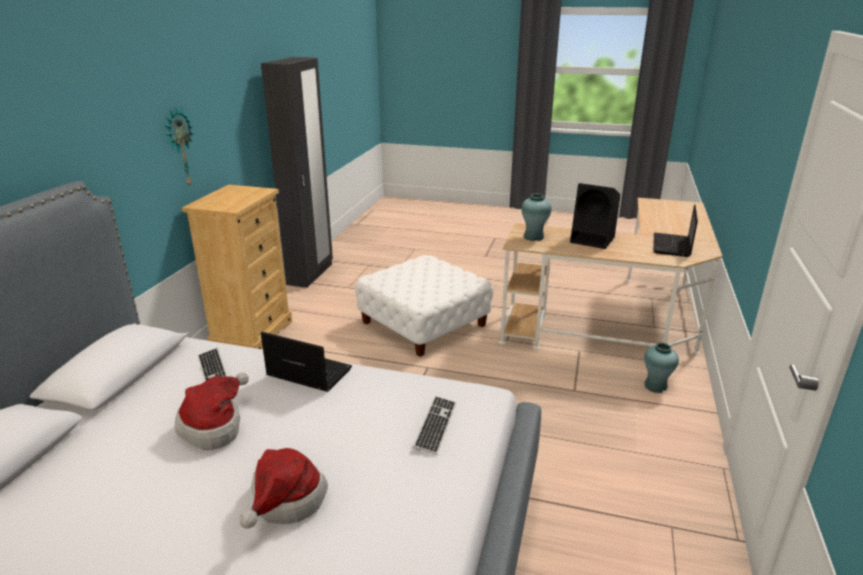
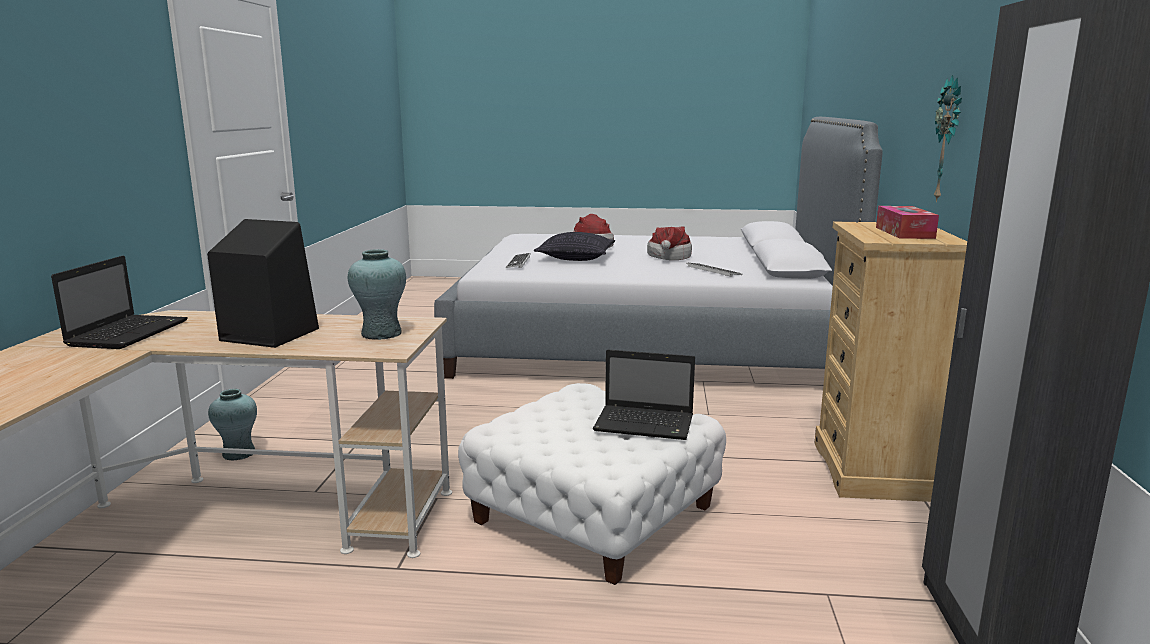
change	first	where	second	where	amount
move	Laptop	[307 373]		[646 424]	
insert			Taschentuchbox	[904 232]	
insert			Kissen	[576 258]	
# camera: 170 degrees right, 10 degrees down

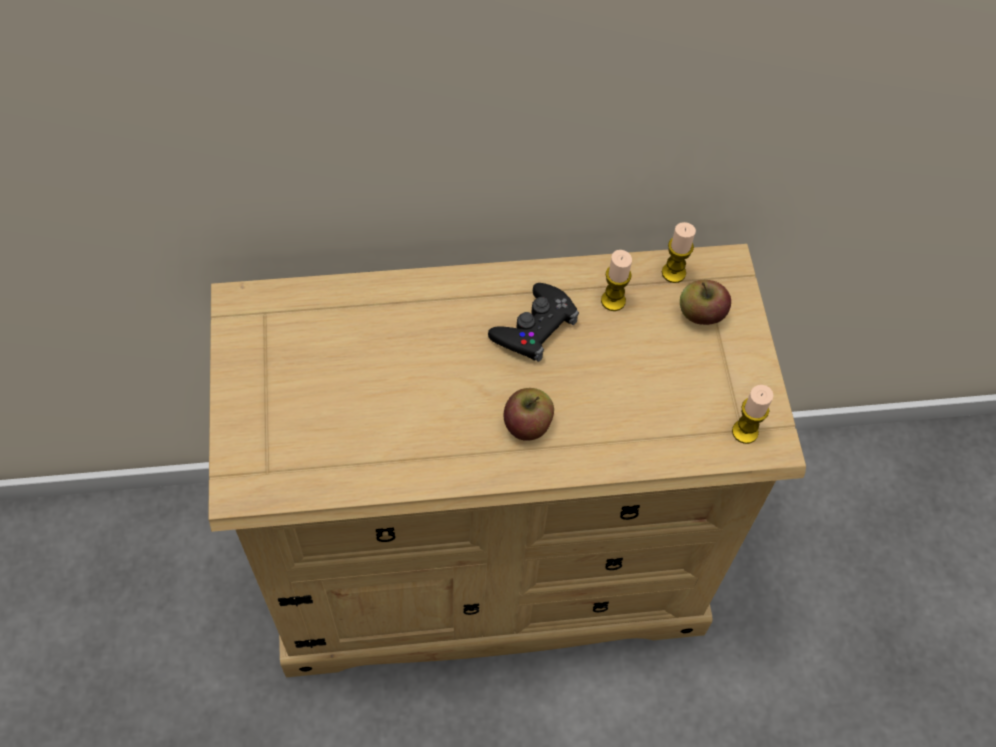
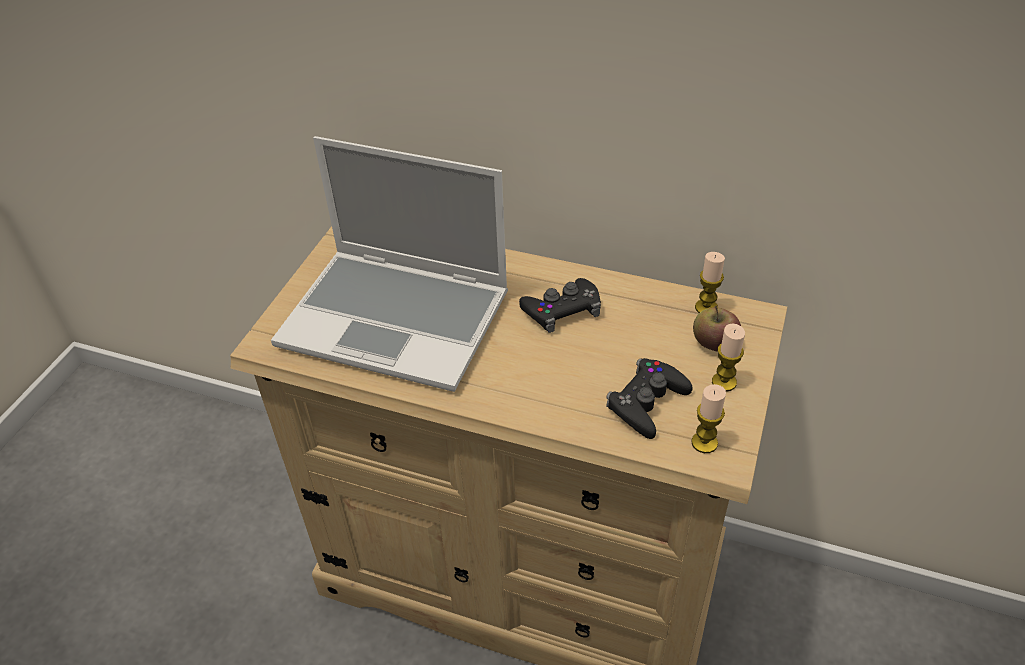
change	first	where	second	where	amount
move	Kerze	[613 301]		[724 382]	
delete	Apfel	[527 424]			
insert			Laptop	[398 319]	
insert			Gamepad/schwarz	[647 403]	
# camera: 30 degrees right, 15 degrees down

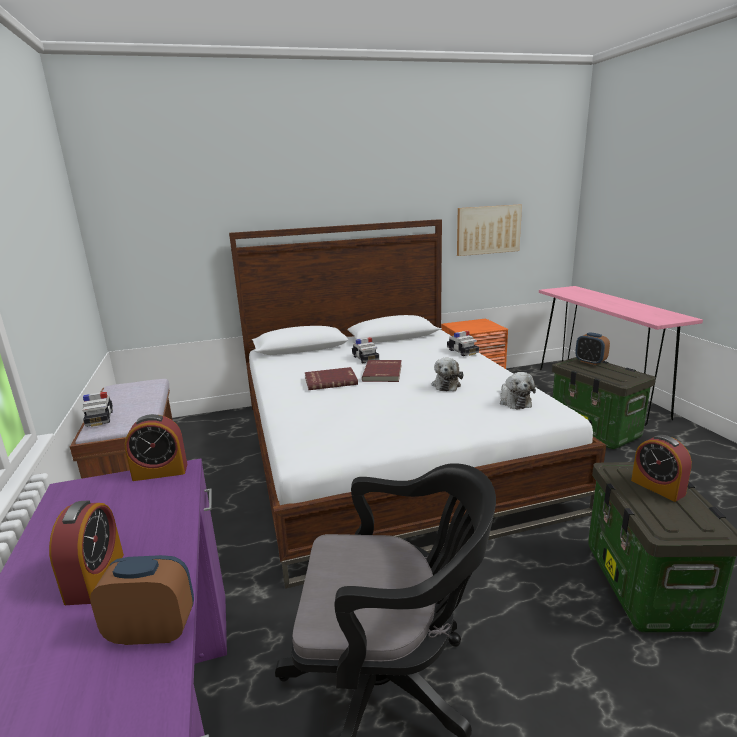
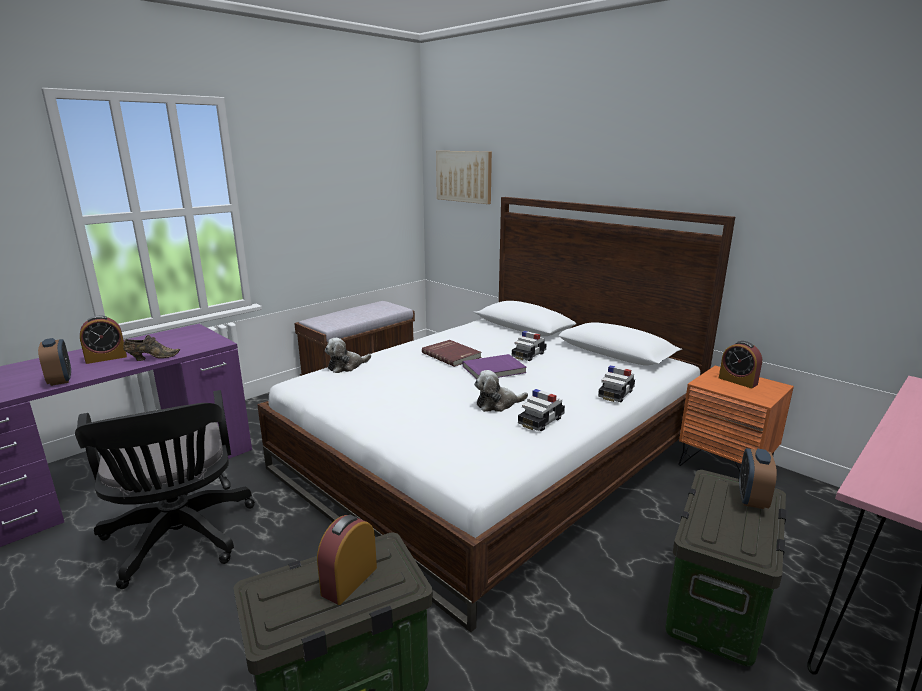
change	first	where	second	where	amount
move	Bild	[488 230]		[464 176]	
recolor	Buch/rot	[383 373]	Buch/lila	[494 370]	
move	Plüschtier	[514 401]		[346 366]	
move	Spielzeugauto	[100 418]		[541 421]	
move	Wecker	[160 472]		[737 381]	
insert			Schuh/braun	[151 358]	
# camera: 60 degrees right, 0 degrees up

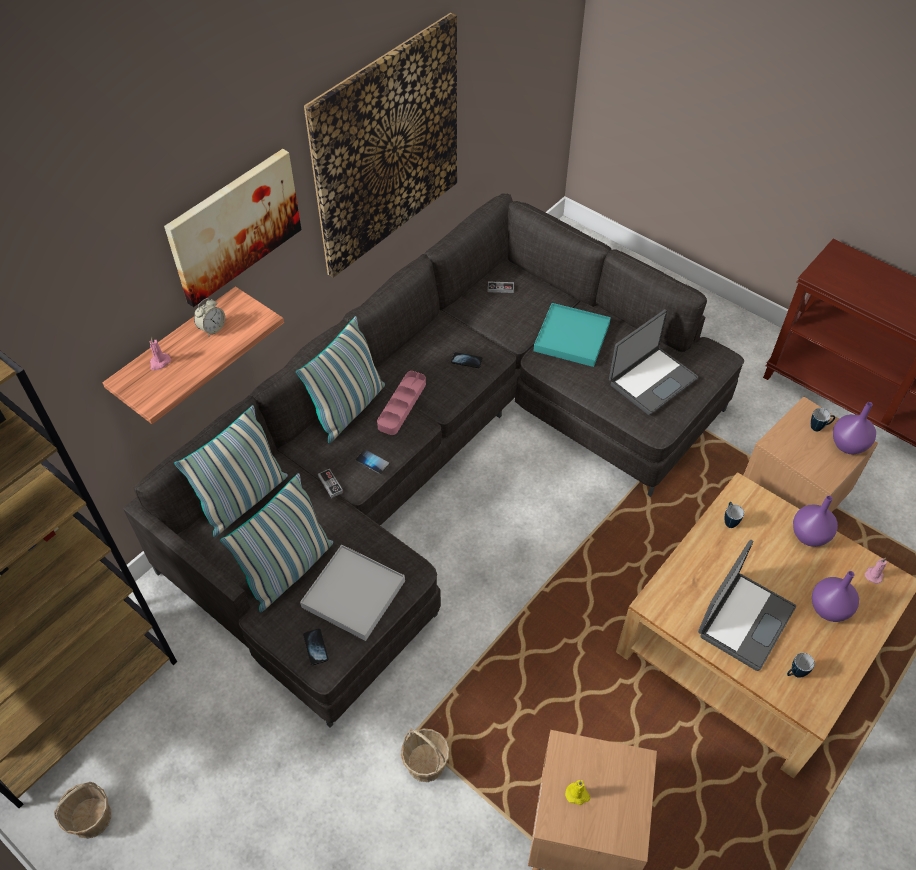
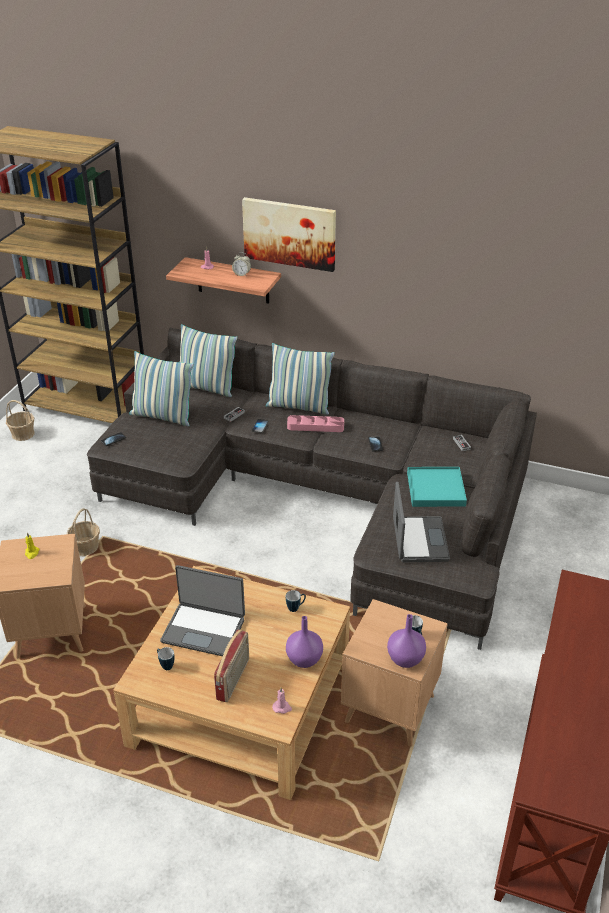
change	first	where	second	where	amount
delete	Bild	[387 147]			
rotate	Laptop	[651 380]		[418 540]	120 degrees counterclockwise
delete	Tablett/weiß	[353 594]			
replace	Vase/lila	[827 609]	Radio	[234 679]	
# camera: 70 degrees right, 15 degrees down

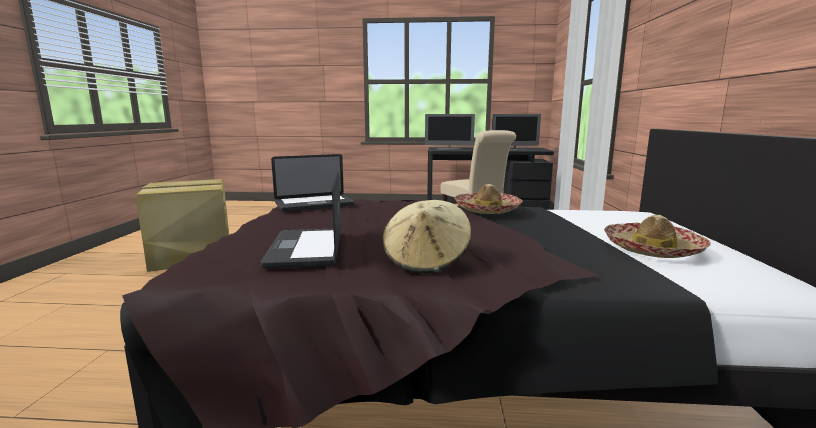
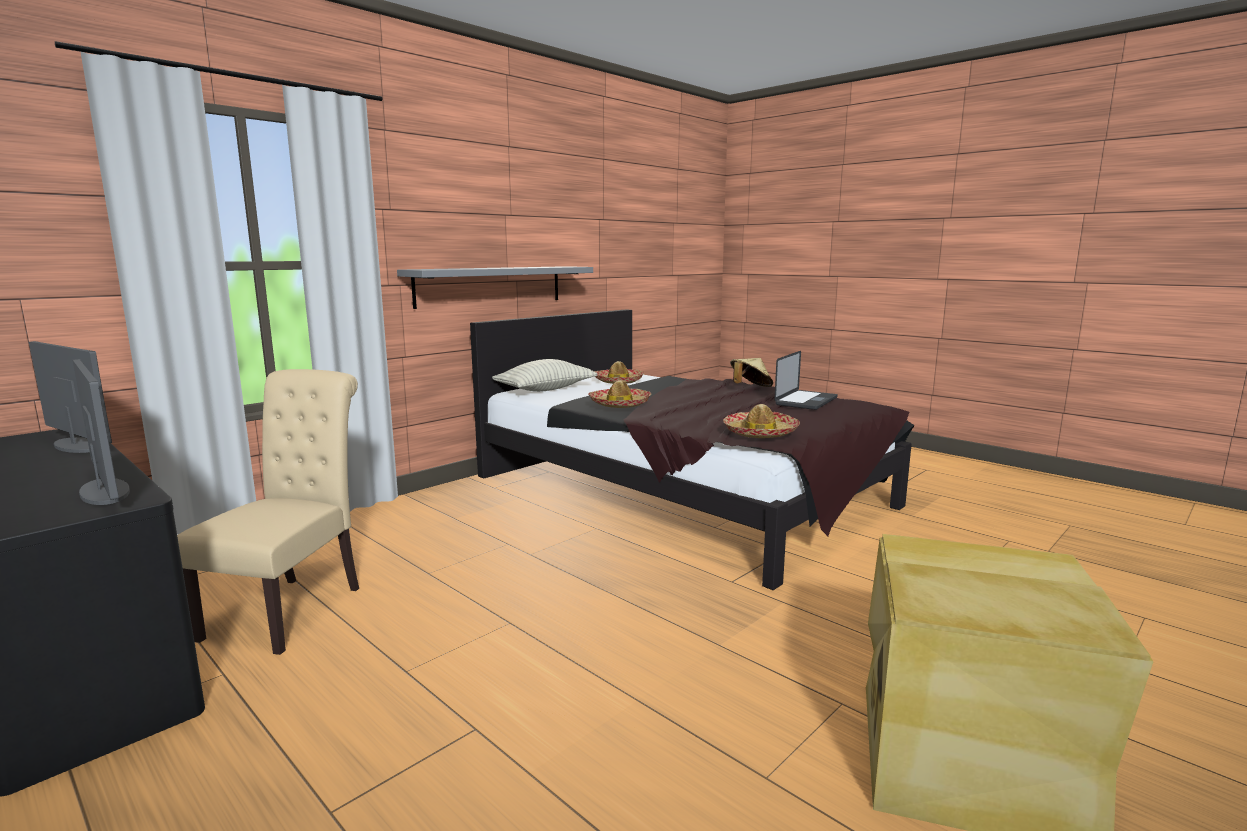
change	first	where	second	where	amount
replace	Laptop	[314 204]	Hut	[760 433]	
insert			Wandregal/grau	[490 286]	
insert			Kissen	[545 390]	
# camera: 140 degrees left, 0 degrees up

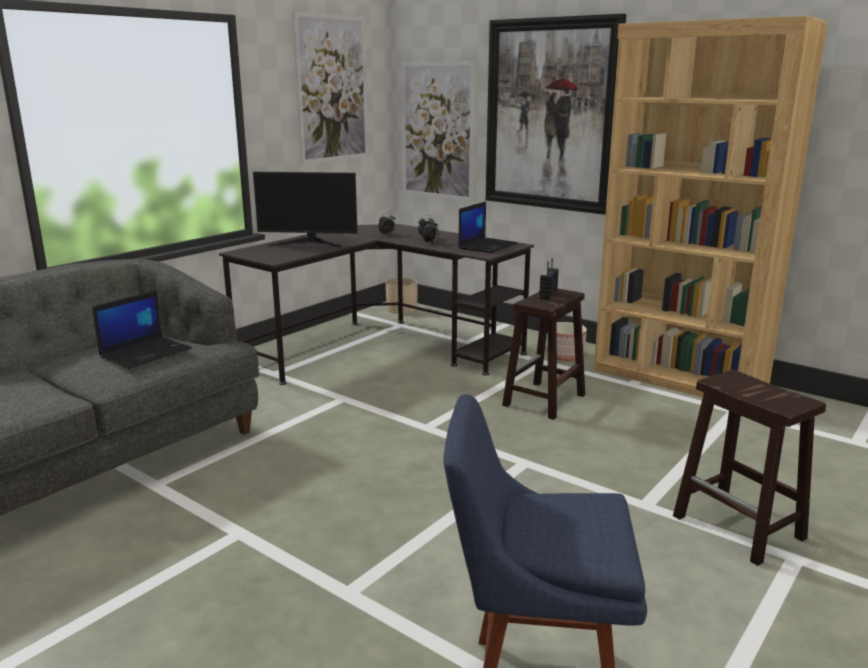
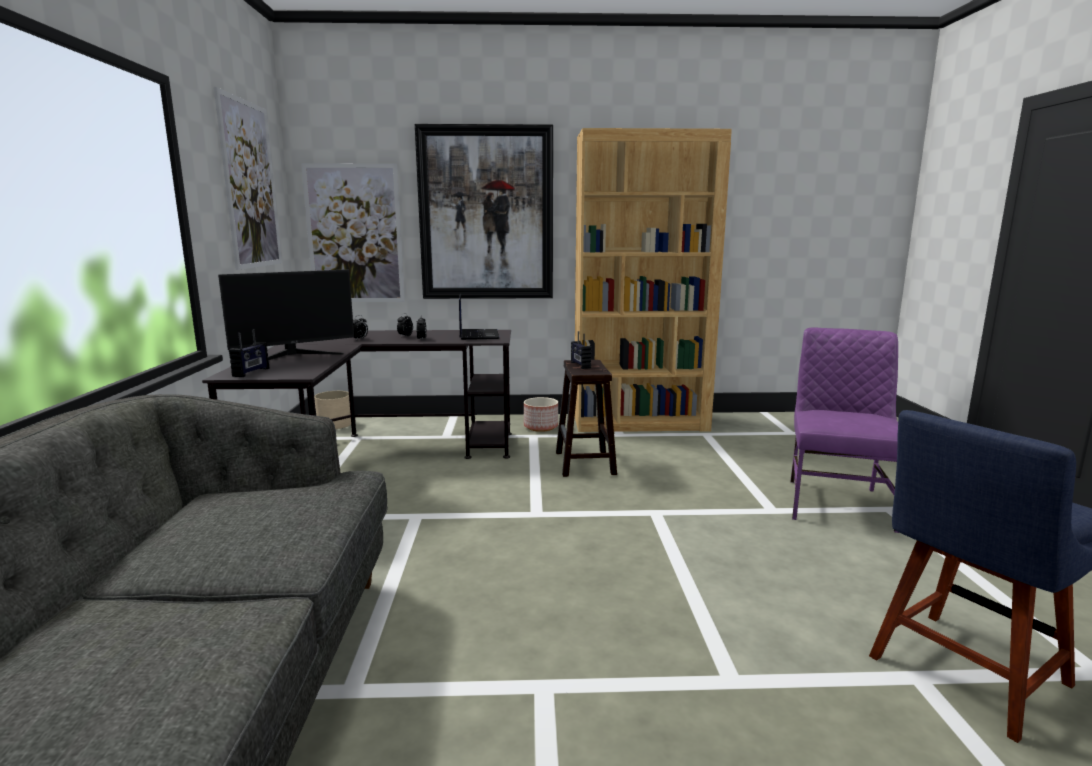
change	first	where	second	where	amount
delete	Laptop	[146 353]			
replace	Hocker/braun	[740 528]	Stuhl/lila	[837 503]	
insert			Radio	[251 372]	
# camera: 40 degrees left, 5 degrees down

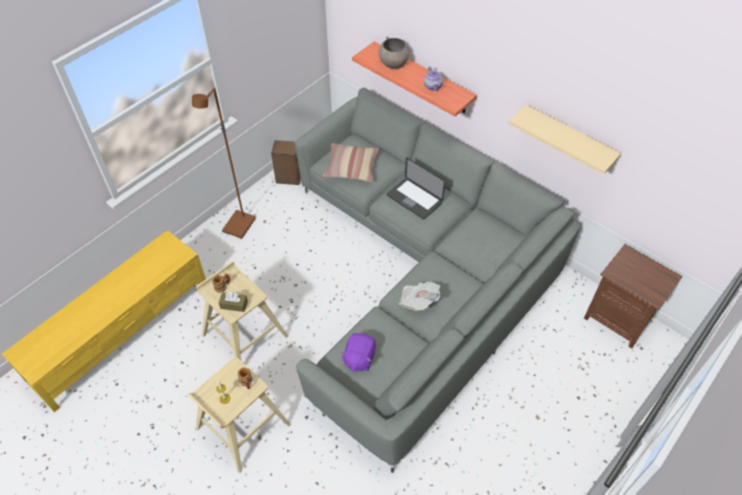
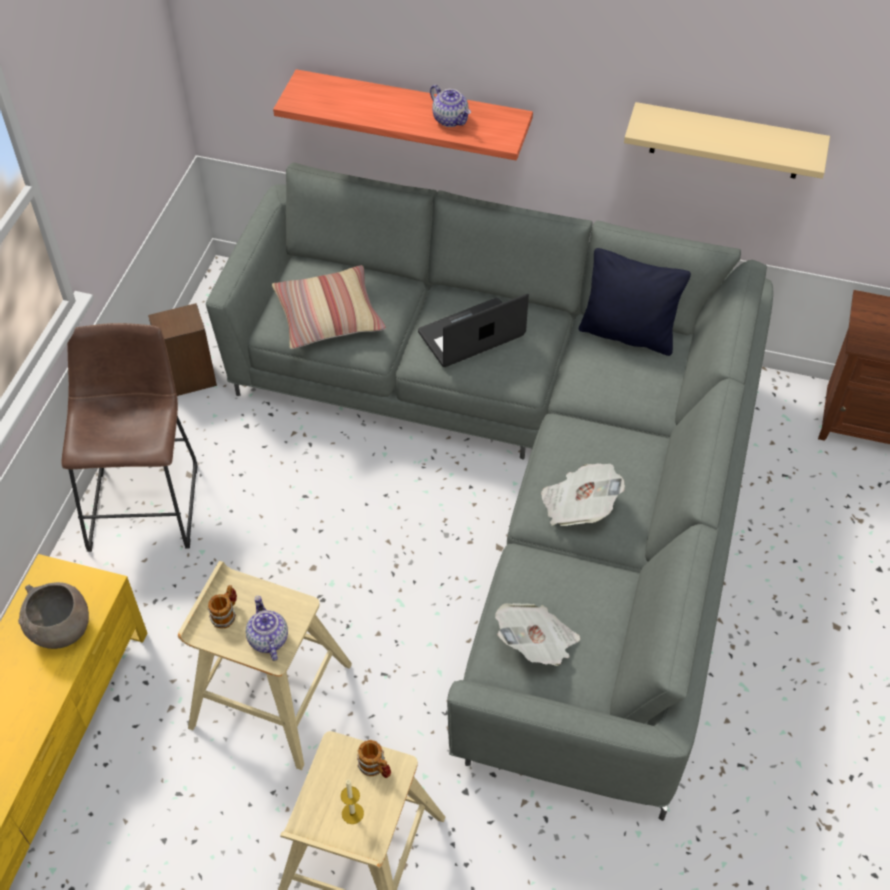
change	first	where	second	where	amount
move	Schüssel/grau	[393 64]		[61 631]	
replace	Stehlampe/braun	[239 226]	Hocker/braun	[146 500]	
rotate	Laptop	[414 199]		[471 334]	135 degrees clockwise
replace	Taschentuchbox/braun	[234 305]	Teekanne	[267 639]	
replace	Plüschtier/lila	[359 358]	Zeitung	[537 644]	
insert			Kissen/schwarz	[628 334]	
# camera: 25 degrees left, 0 degrees up

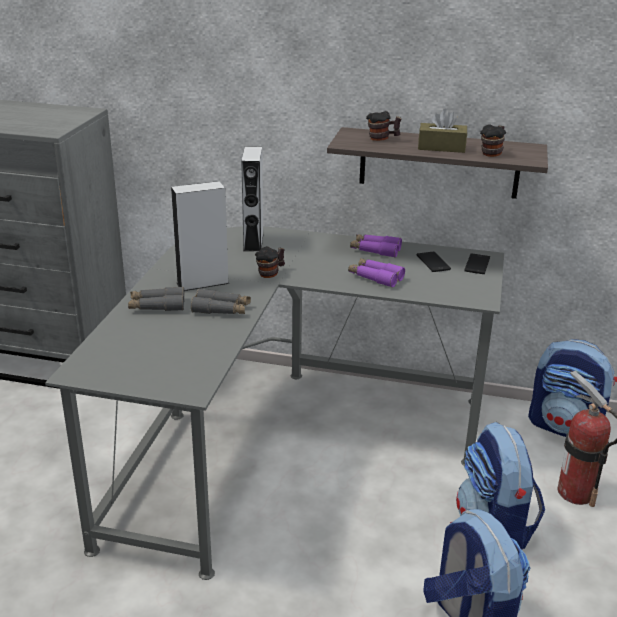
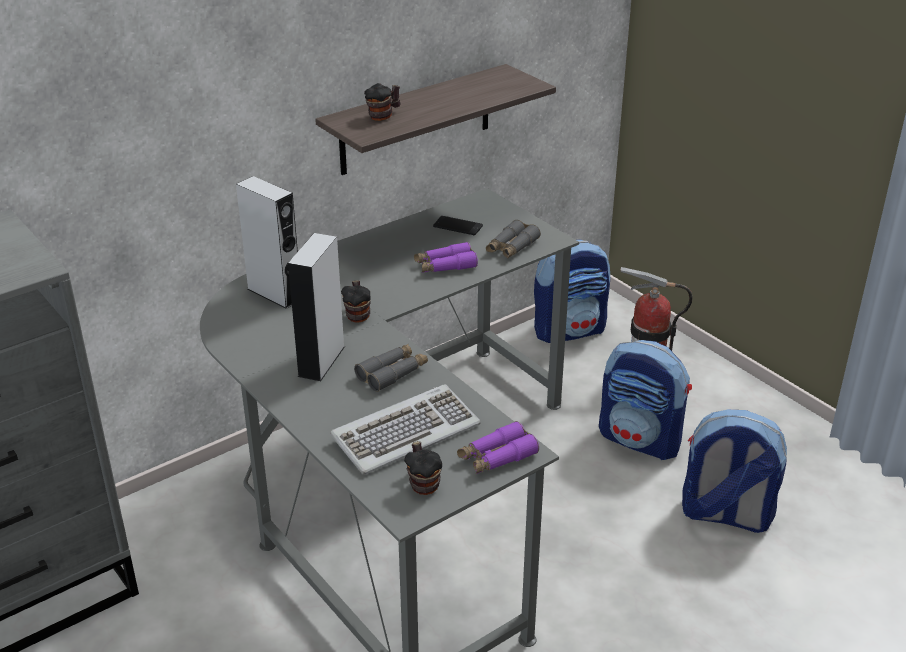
change	first	where	second	where	amount
delete	Taschentuchbox/braun	[441 147]			
move	Henkelbecher	[492 153]		[423 483]	
move	Fernglas/lila	[375 250]		[496 457]	
delete	Handy	[477 264]			
move	Fernglas/grau	[157 306]		[511 247]	
insert			Tastatur	[405 432]	
# camera: 50 degrees left, 5 degrees up

